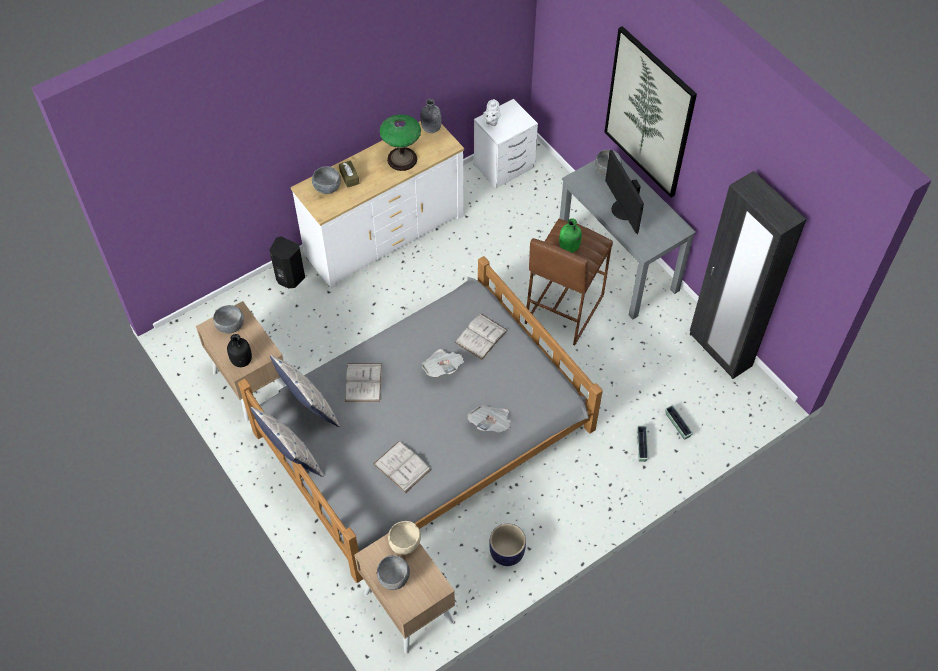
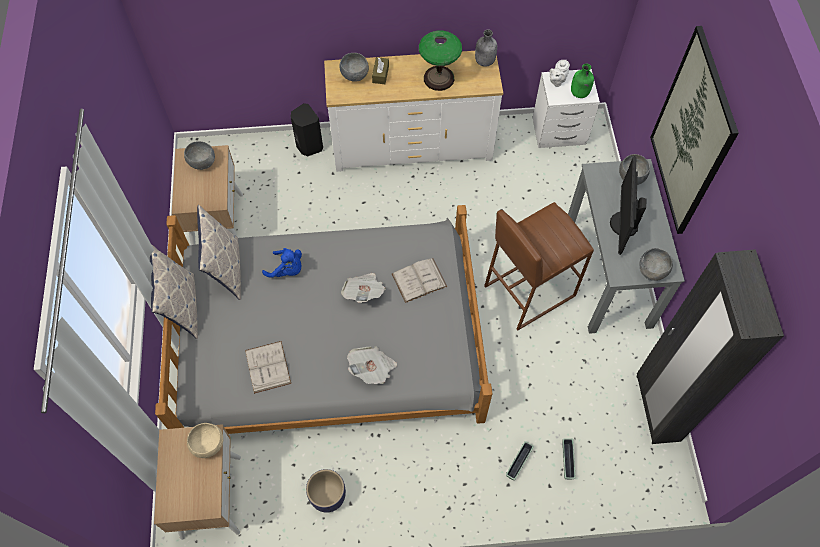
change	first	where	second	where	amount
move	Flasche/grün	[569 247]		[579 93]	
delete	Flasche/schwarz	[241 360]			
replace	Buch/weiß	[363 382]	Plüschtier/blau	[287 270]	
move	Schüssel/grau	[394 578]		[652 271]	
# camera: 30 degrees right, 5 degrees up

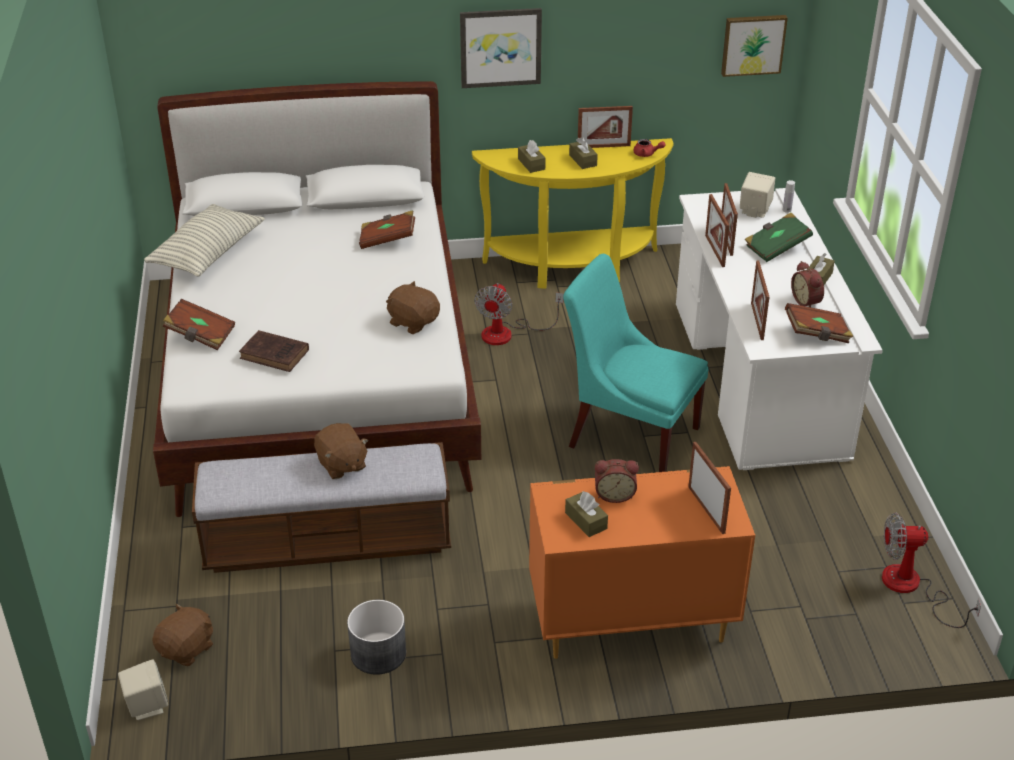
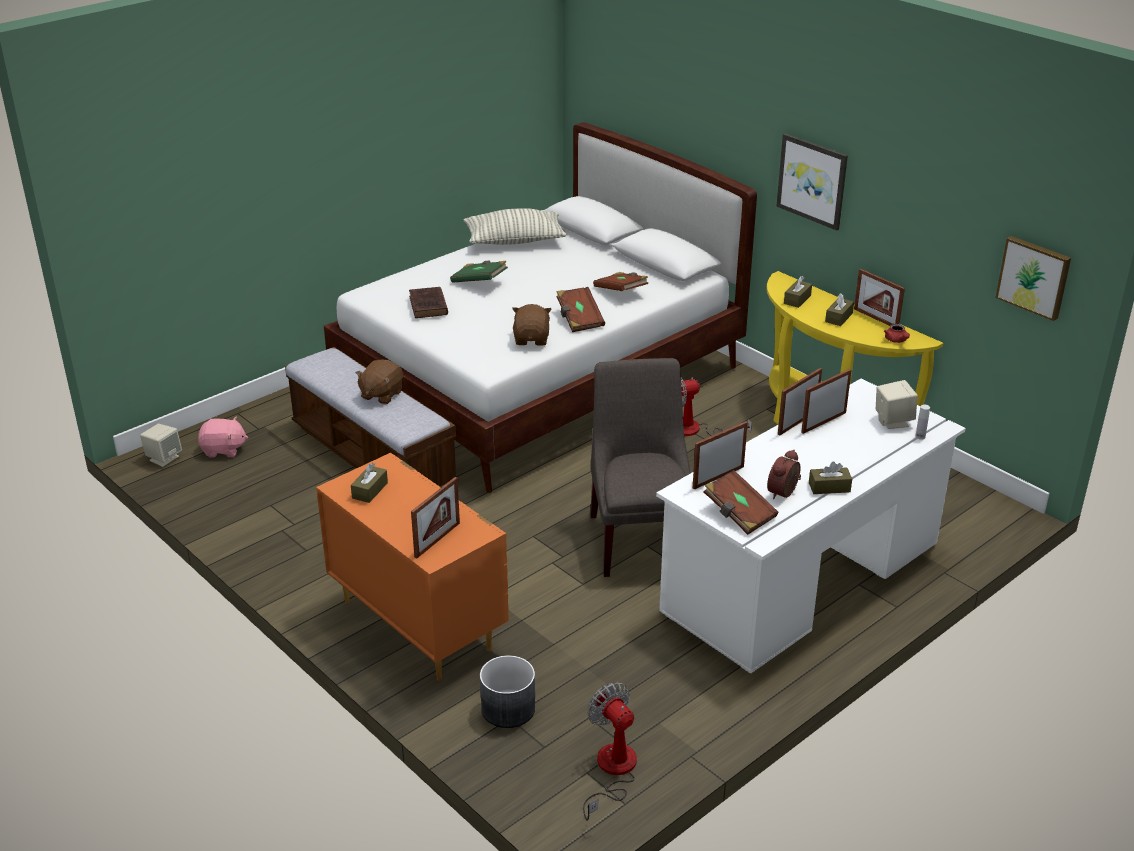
change	first	where	second	where	amount
move	Buch/grün	[776 247]		[479 281]	
recolor	Stuhl/türkis	[629 434]	Stuhl/grau	[641 538]	
move	Buch/braun	[200 335]		[579 319]	
delete	Wecker	[614 494]			
move	Pflanzkübel/grau	[378 653]		[508 708]	
recolor	Plüschtier/braun	[187 649]	Plüschtier/rosa	[223 450]	
# camera: 55 degrees right, 5 degrees down

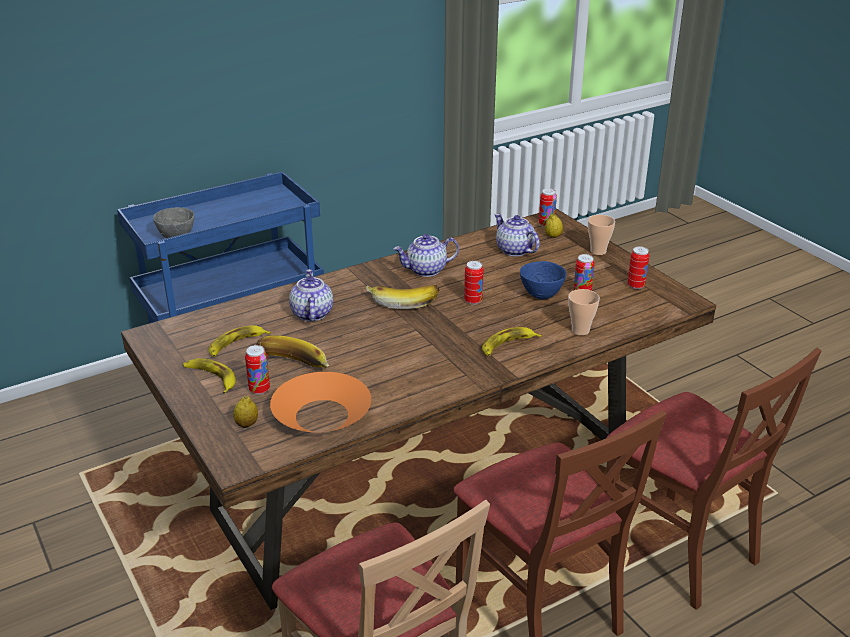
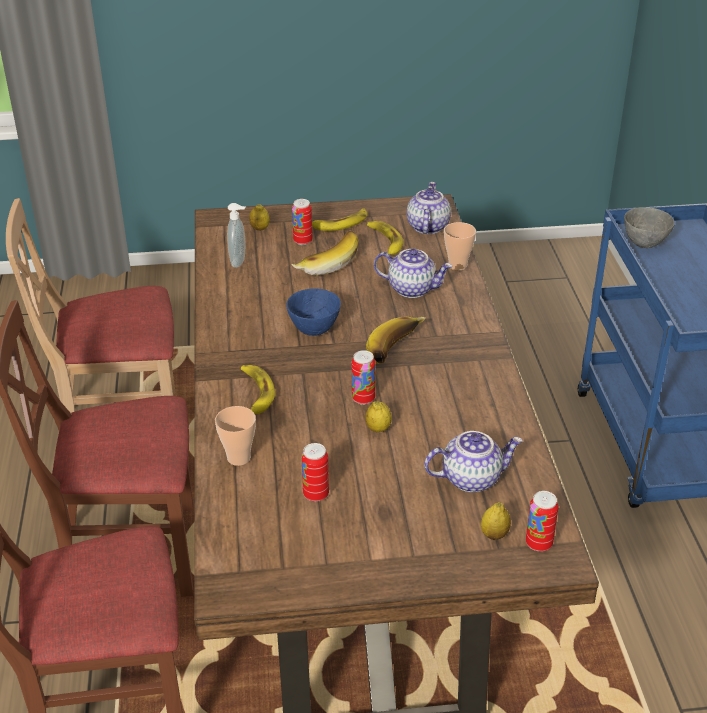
change	first	where	second	where	amount
move	Tasse	[598 251]		[457 265]	
move	Teekanne	[426 270]		[427 226]	
delete	Dose	[636 286]			
move	Schüssel/blau	[541 295]		[313 329]	
replace	Schüssel/orange	[321 415]	Seifenspender	[239 262]	
insert			Zitrone	[378 429]	
# camera: 115 degrees right, 5 degrees up

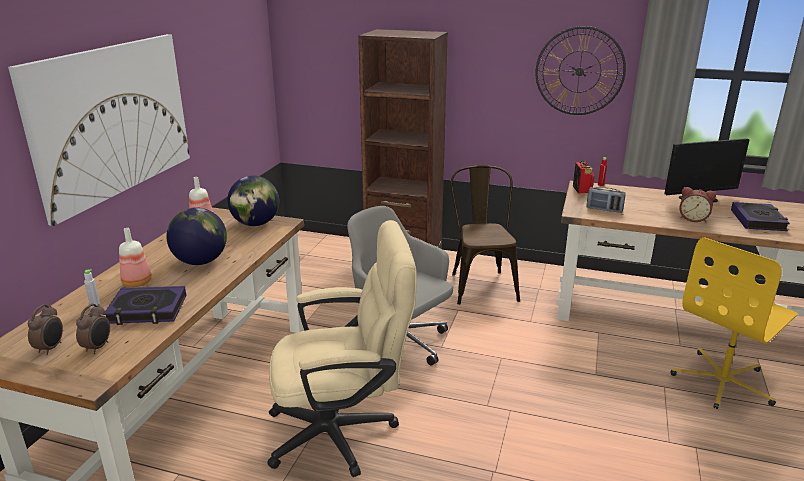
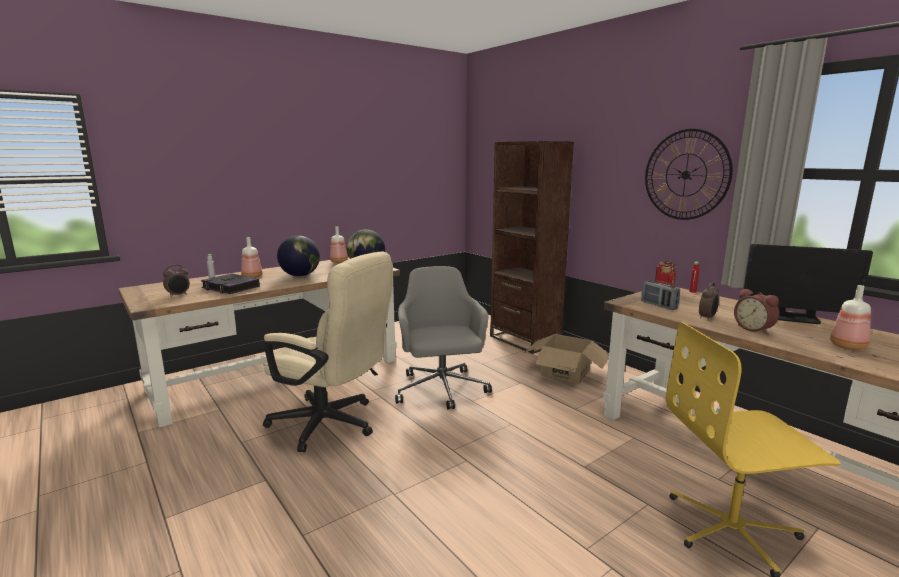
change	first	where	second	where	amount
delete	Bild	[113 120]			
replace	Stuhl/braun	[481 284]	Karton	[566 372]	
replace	Buch	[758 220]	Flasche	[848 346]	
move	Wecker	[51 348]		[707 318]	
# camera: 35 degrees right, 10 degrees down

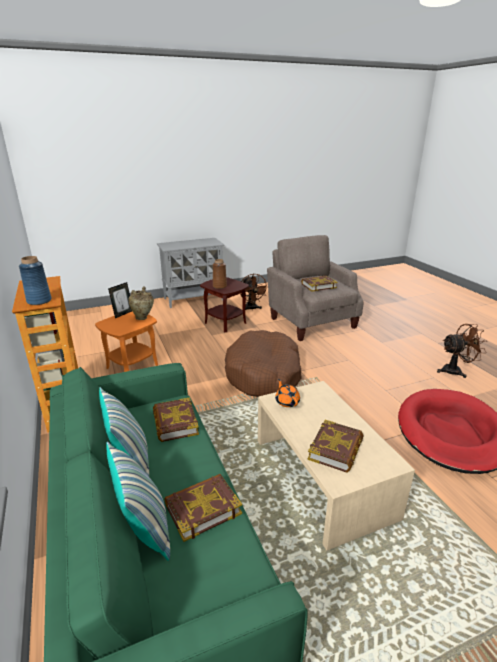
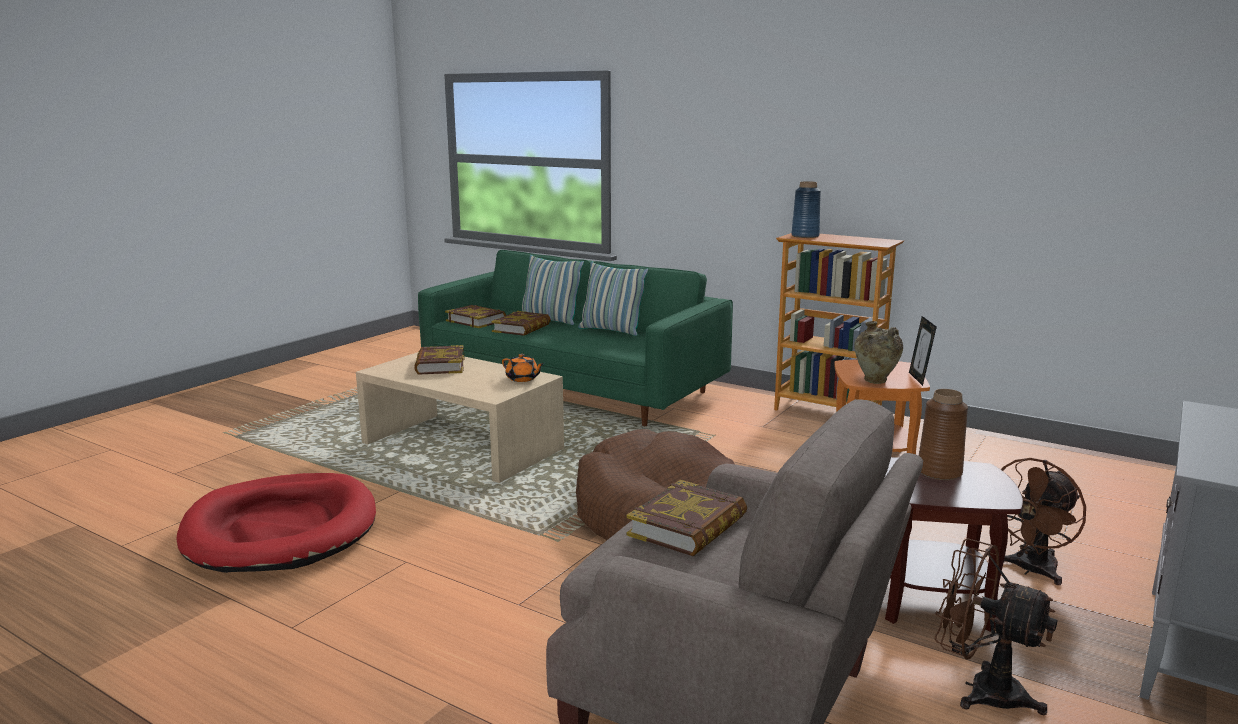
change	first	where	second	where	amount
move	Ventilator/braun	[456 371]		[1030 570]	
move	Buch	[175 423]		[476 321]	
# camera: 145 degrees right, 10 degrees down

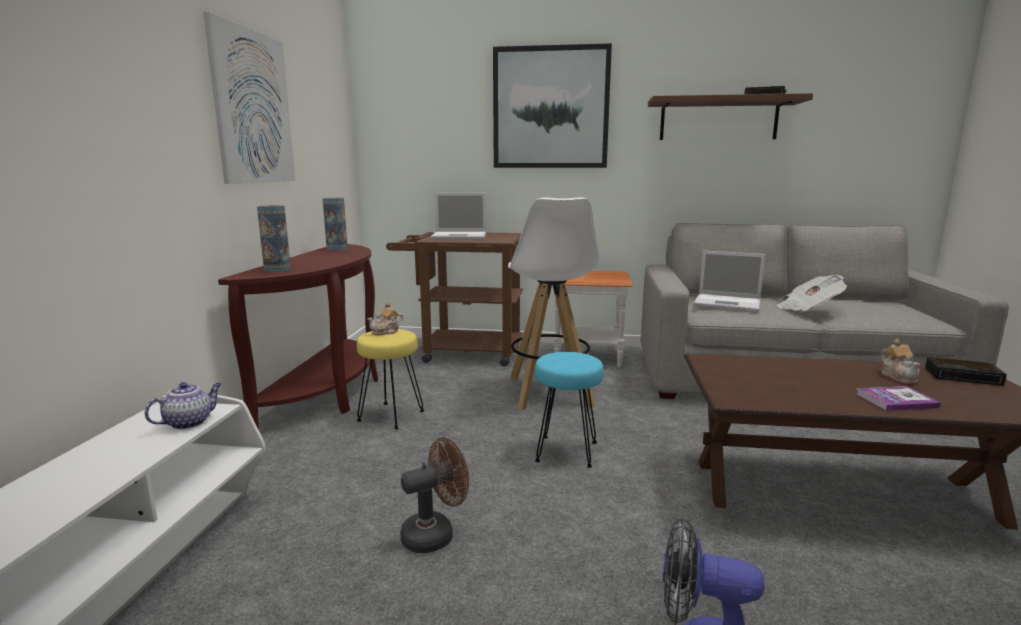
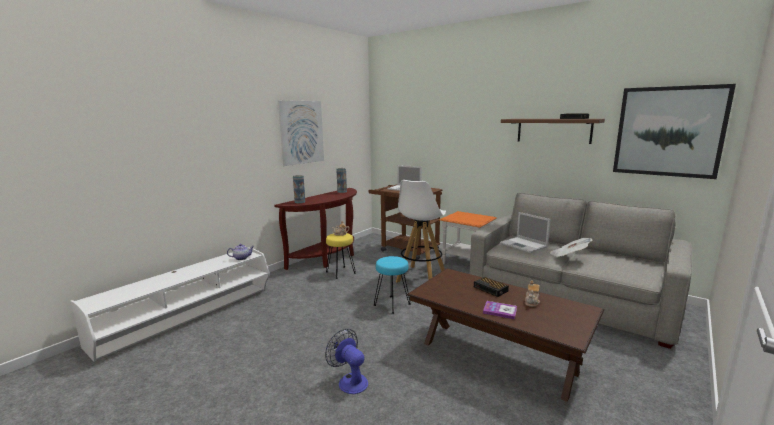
change	first	where	second	where	amount
move	Bild	[550 108]		[668 131]	
move	Wecker	[964 376]		[491 289]	
delete	Ventilator/braun	[435 534]			
# camera: 30 degrees right, 0 degrees up

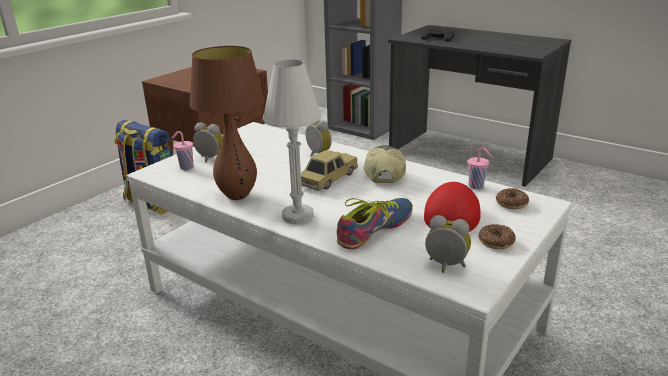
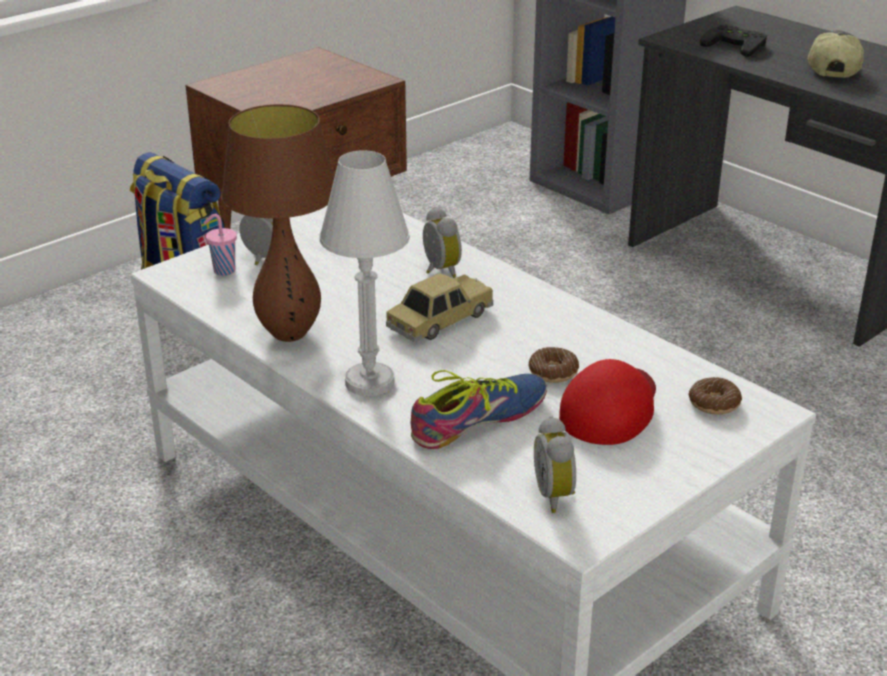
change	first	where	second	where	amount
move	Kappe	[383 173]		[831 68]	
delete	Tasse/rosa	[477 186]			
rotate	Wecker	[445 266]		[556 495]	135 degrees counterclockwise
move	Donut	[496 242]		[553 372]	
# camera: 10 degrees right, 5 degrees up

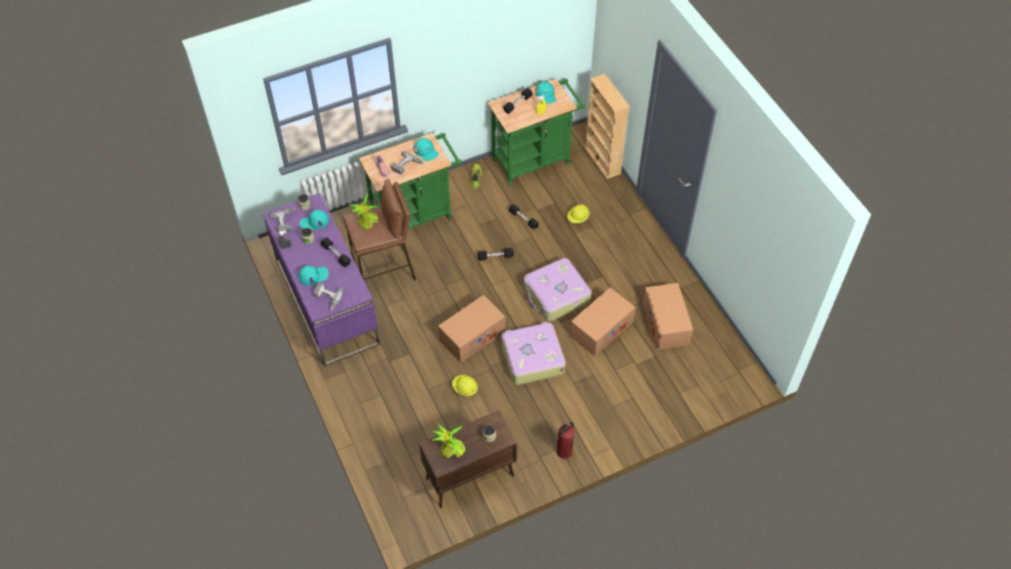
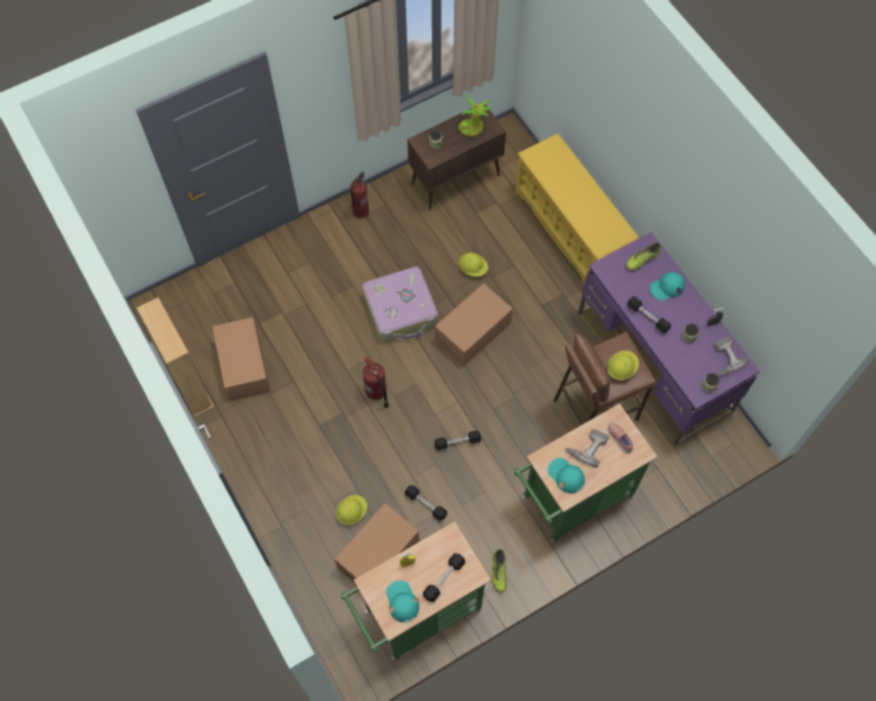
change	first	where	second	where	amount
move	Bücherregal/beige	[602 160]		[190 386]	
replace	Topfpflanze	[367 223]	Schutzhelm/gelb	[621 369]	
delete	Kappe/türkis	[314 222]			
replace	Koffer	[556 295]	Feuerlöscher	[376 393]	
replace	Bohrmaschine	[327 299]	Schuh	[642 259]	
move	Karton	[601 329]		[378 554]	
insert			Schuhregal/gelb	[570 229]	
# camera: 175 degrees right, 10 degrees up

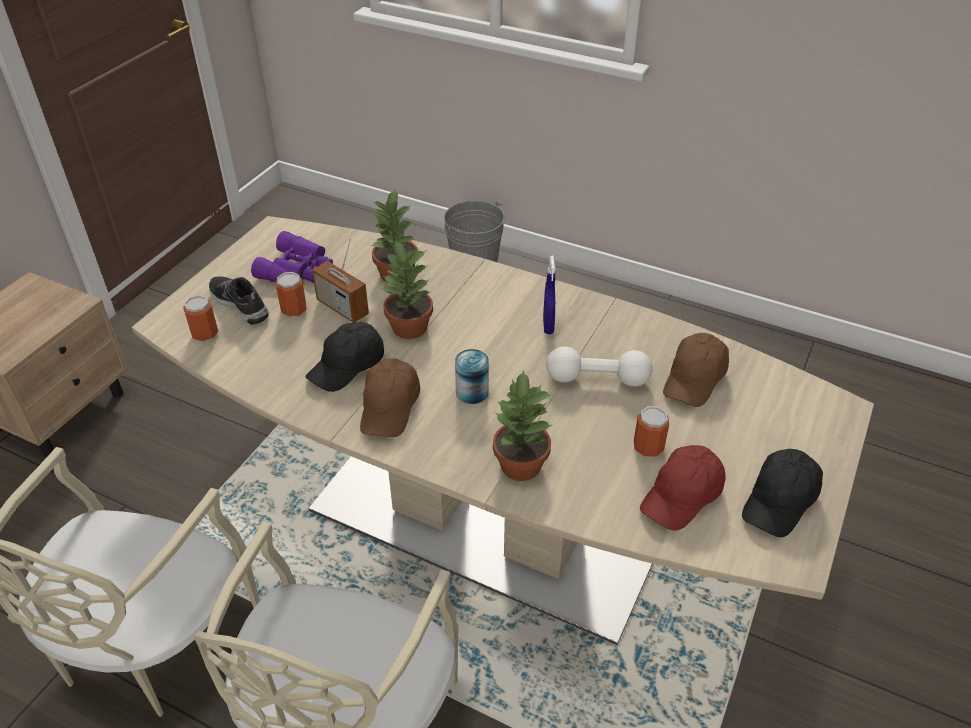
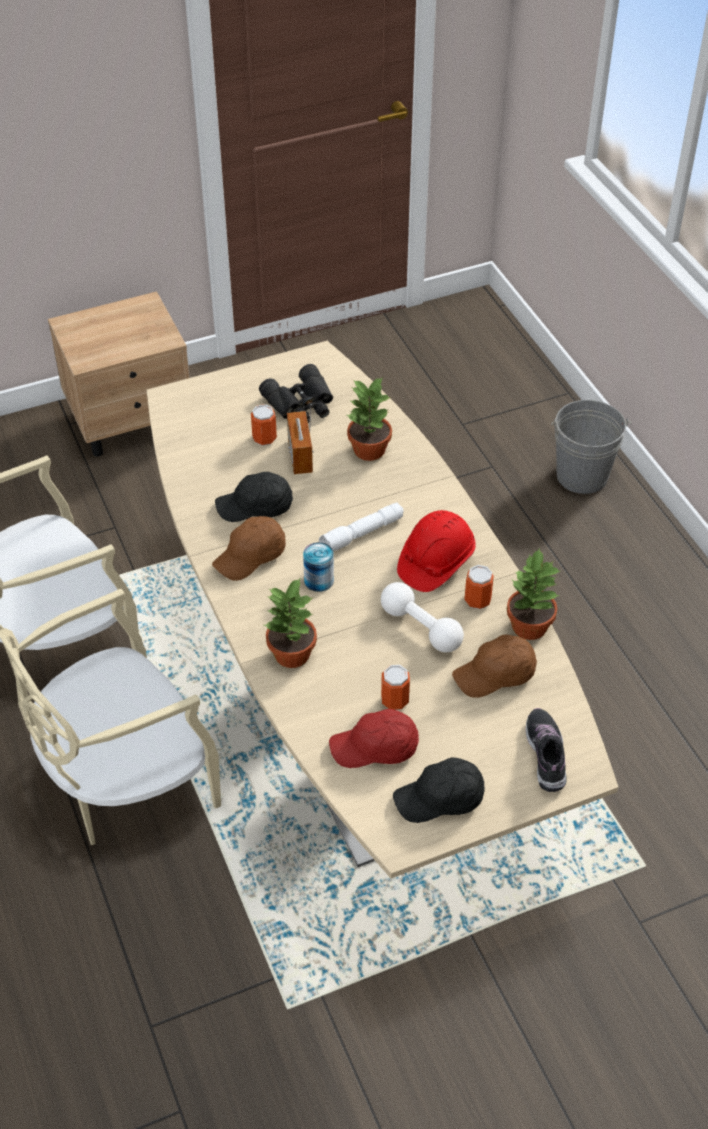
change	first	where	second	where	amount
recolor	Fernglas/lila	[298 269]	Fernglas/schwarz	[301 404]	
move	Topfpflanze	[410 328]		[528 627]	
replace	Sprühflasche/blau	[548 325]	Schutzhelm/rot	[435 562]	
move	Schuh	[240 305]		[546 754]	
move	Dose	[205 334]		[477 600]	
insert			Taschenlampe/weiß	[362 534]	
# camera: 40 degrees right, 5 degrees up

